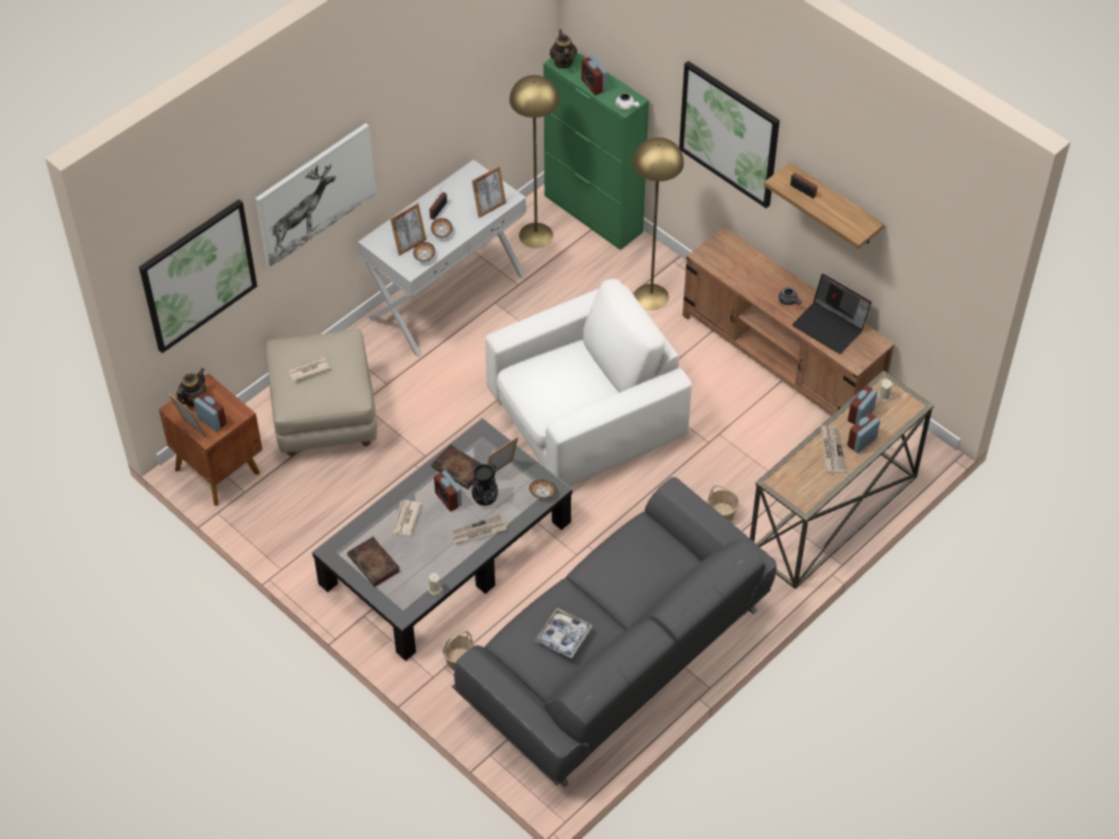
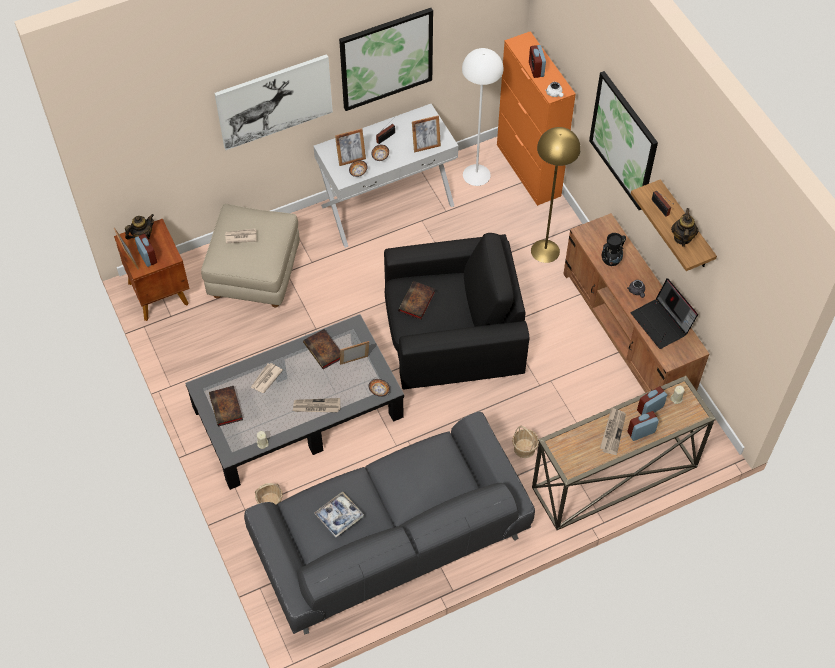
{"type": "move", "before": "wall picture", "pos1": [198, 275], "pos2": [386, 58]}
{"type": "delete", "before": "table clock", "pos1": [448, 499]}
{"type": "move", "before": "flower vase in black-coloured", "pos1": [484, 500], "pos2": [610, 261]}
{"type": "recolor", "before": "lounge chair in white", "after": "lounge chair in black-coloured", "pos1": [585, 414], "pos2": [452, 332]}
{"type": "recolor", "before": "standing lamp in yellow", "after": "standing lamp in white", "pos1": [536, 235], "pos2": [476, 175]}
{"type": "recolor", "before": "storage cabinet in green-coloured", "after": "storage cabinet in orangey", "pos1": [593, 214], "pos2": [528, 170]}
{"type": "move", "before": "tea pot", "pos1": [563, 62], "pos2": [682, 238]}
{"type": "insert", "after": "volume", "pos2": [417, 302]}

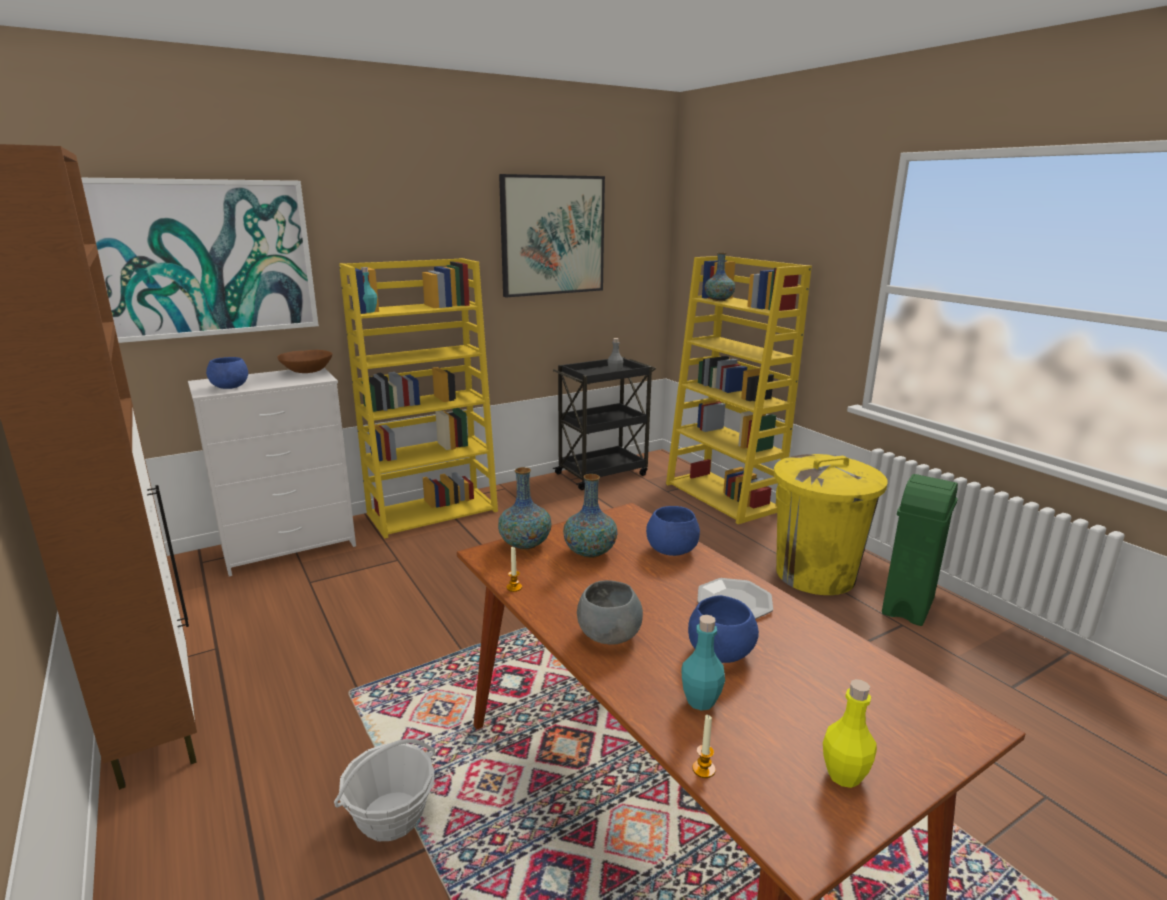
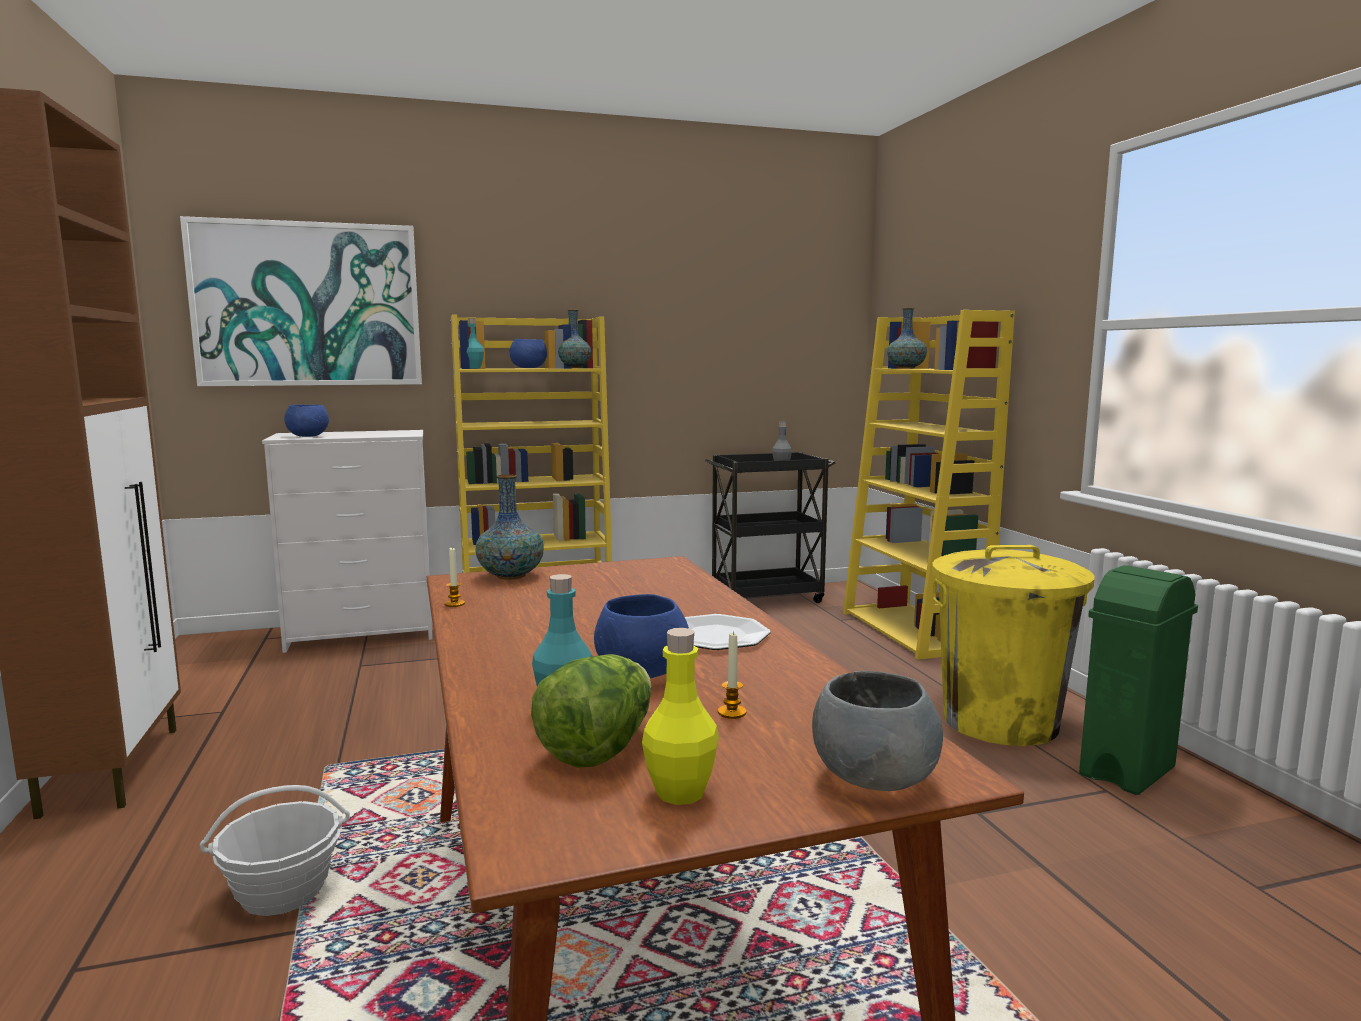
{"type": "delete", "before": "deep dish in brown", "pos1": [307, 371]}
{"type": "delete", "before": "wall picture", "pos1": [552, 235]}
{"type": "move", "before": "flower vase", "pos1": [590, 552], "pos2": [573, 368]}
{"type": "move", "before": "deep dish in gray", "pos1": [608, 635], "pos2": [873, 778]}
{"type": "move", "before": "deep dish in blue", "pos1": [672, 551], "pos2": [529, 368]}
{"type": "move", "before": "wax candle", "pos1": [703, 769], "pos2": [732, 712]}
{"type": "insert", "after": "head of lettuce", "pos2": [599, 748]}

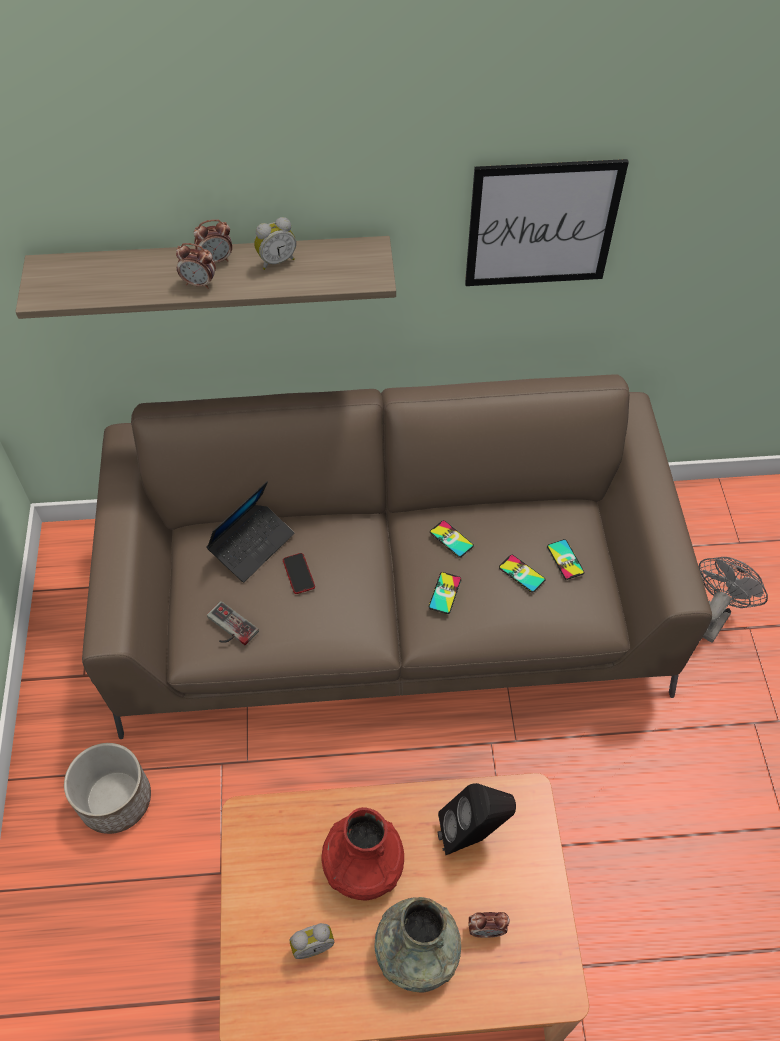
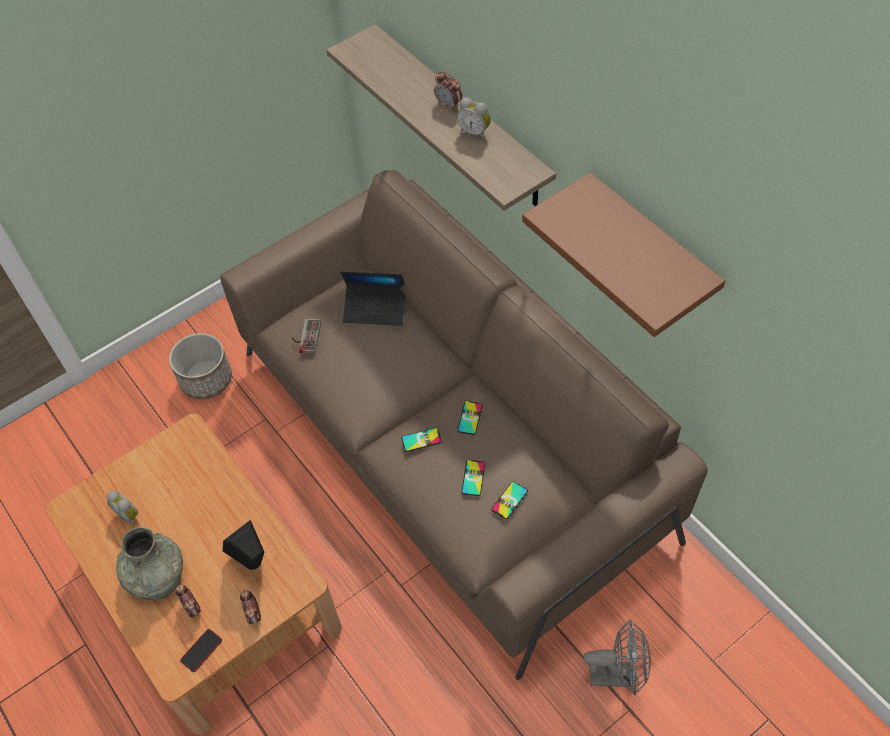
{"type": "move", "before": "table clock", "pos1": [199, 283], "pos2": [254, 614]}
{"type": "move", "before": "telephone", "pos1": [298, 574], "pos2": [201, 650]}
{"type": "delete", "before": "flower vase in red-coloured", "pos1": [363, 866]}
{"type": "replace", "before": "wall picture", "after": "shelf in brown", "pos1": [541, 224], "pos2": [650, 248]}

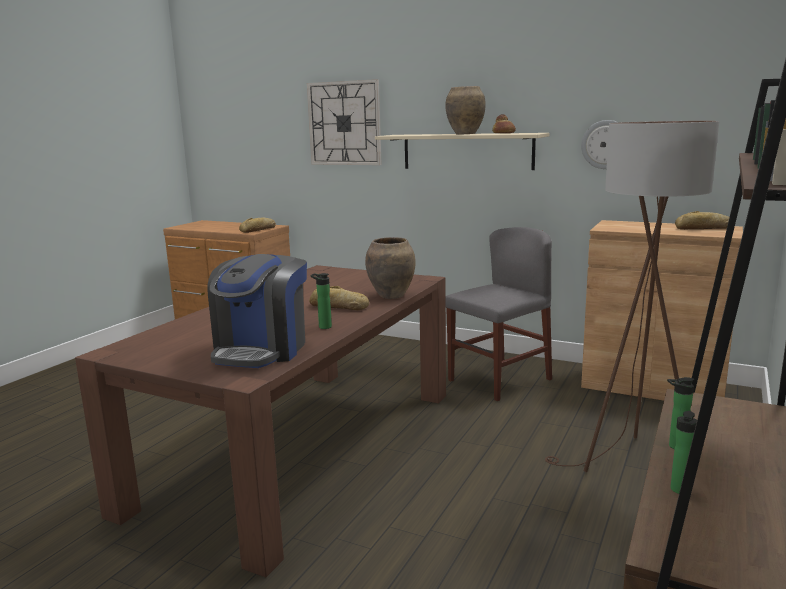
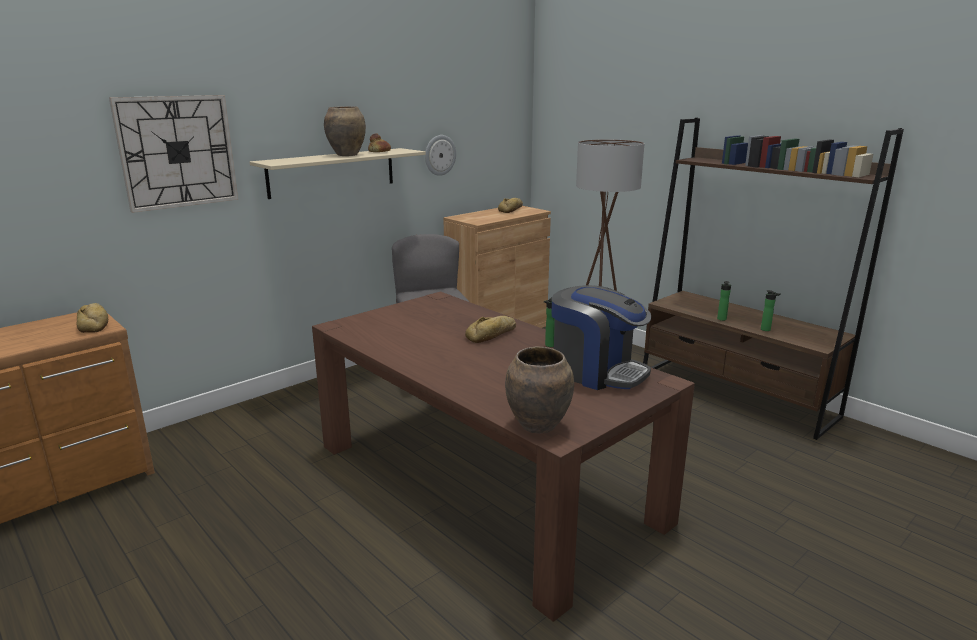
{"type": "move", "before": "flower vase in brown", "pos1": [392, 295], "pos2": [538, 425]}

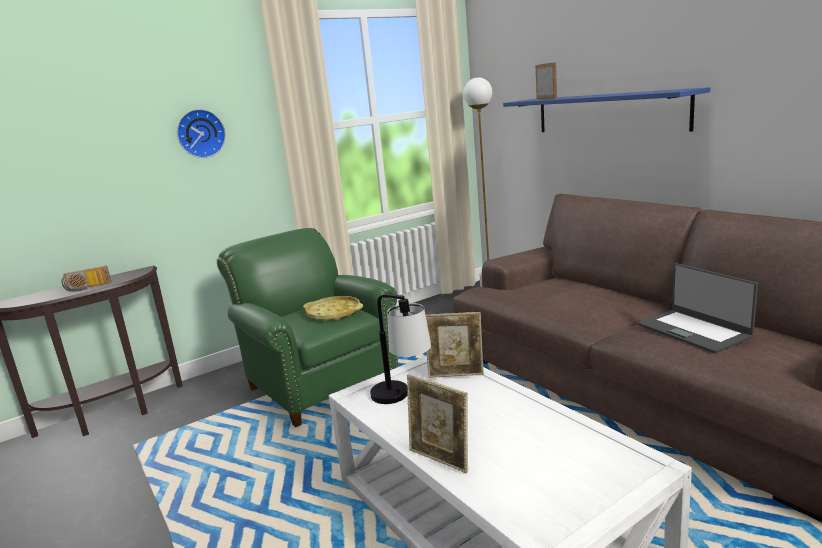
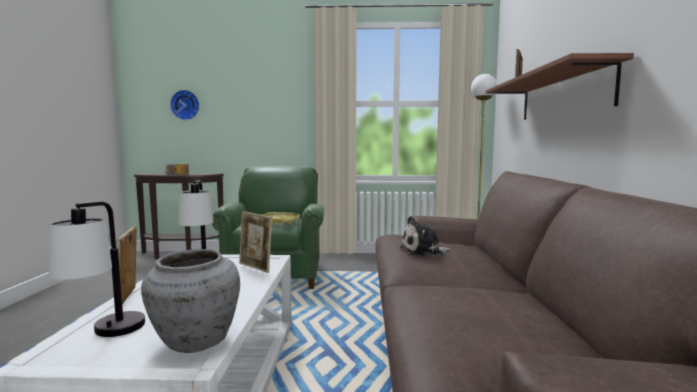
{"type": "move", "before": "hanging clock", "pos1": [200, 133], "pos2": [185, 105]}
{"type": "recolor", "before": "shelf in blue", "after": "shelf in brown", "pos1": [608, 113], "pos2": [562, 95]}
{"type": "delete", "before": "portable computer", "pos1": [694, 331]}
{"type": "insert", "after": "lamp for a table", "pos2": [106, 337]}
{"type": "insert", "after": "flower vase in gray", "pos2": [194, 341]}
{"type": "insert", "after": "plush toy", "pos2": [424, 251]}

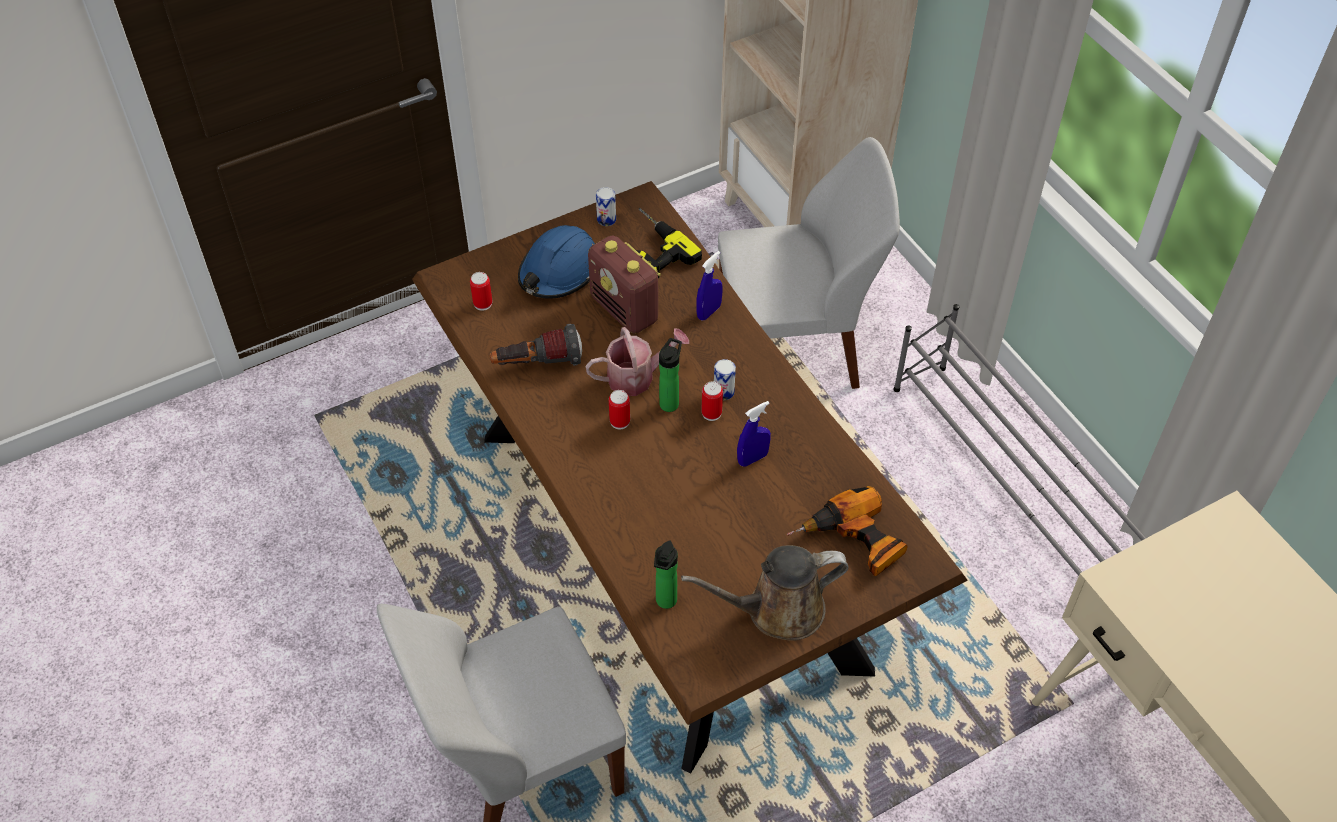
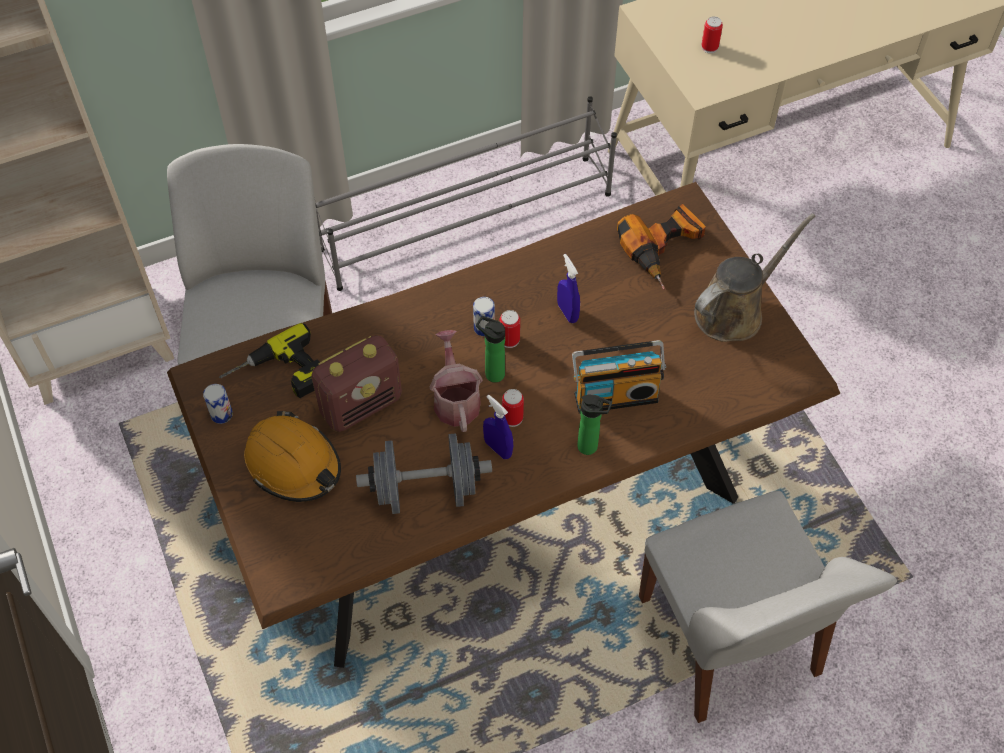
{"type": "move", "before": "sealed can", "pos1": [483, 303], "pos2": [709, 47]}
{"type": "replace", "before": "torch", "after": "free weight in gray", "pos1": [537, 364], "pos2": [426, 490]}
{"type": "recolor", "before": "safety helmet in blue", "after": "safety helmet in orangey", "pos1": [559, 272], "pos2": [294, 464]}
{"type": "move", "before": "beverage bottle", "pos1": [665, 602], "pos2": [590, 447]}
{"type": "rotate", "before": "watering can in brown", "pos1": [777, 610], "pos2": [734, 311], "turn": -120}
{"type": "move", "before": "spray bottle in blue", "pos1": [709, 312], "pos2": [498, 448]}
{"type": "insert", "after": "radio set", "pos2": [615, 394]}

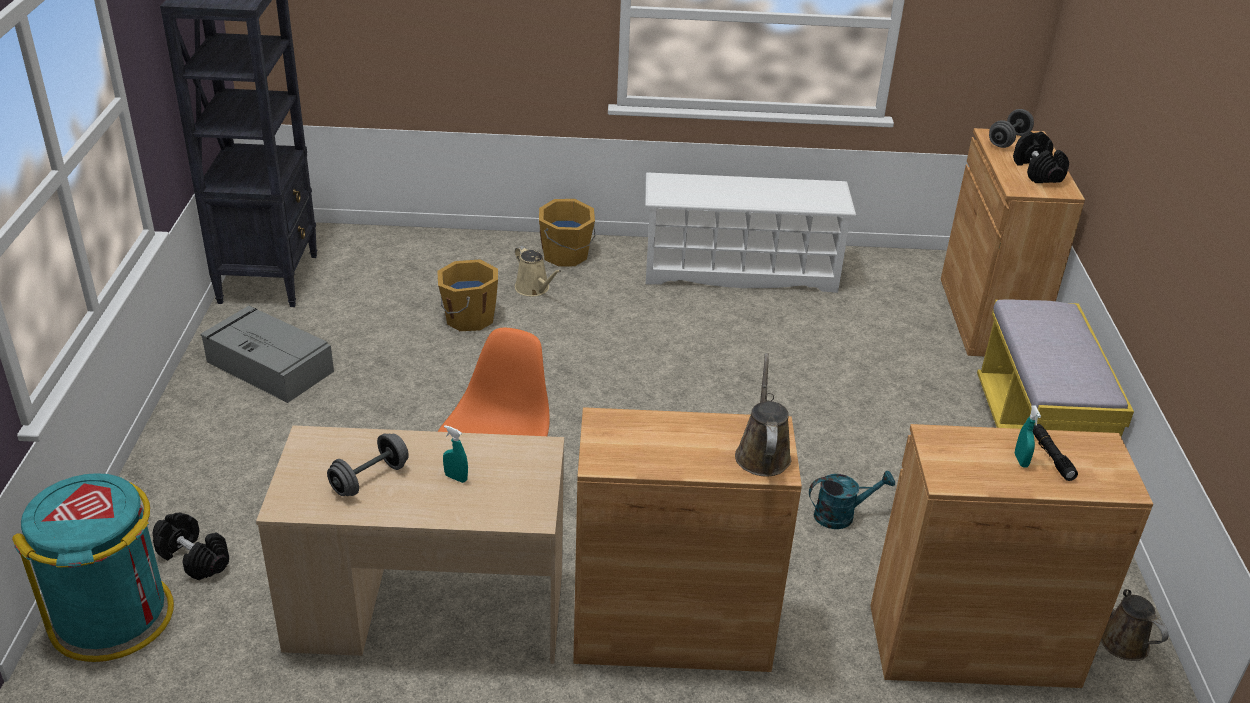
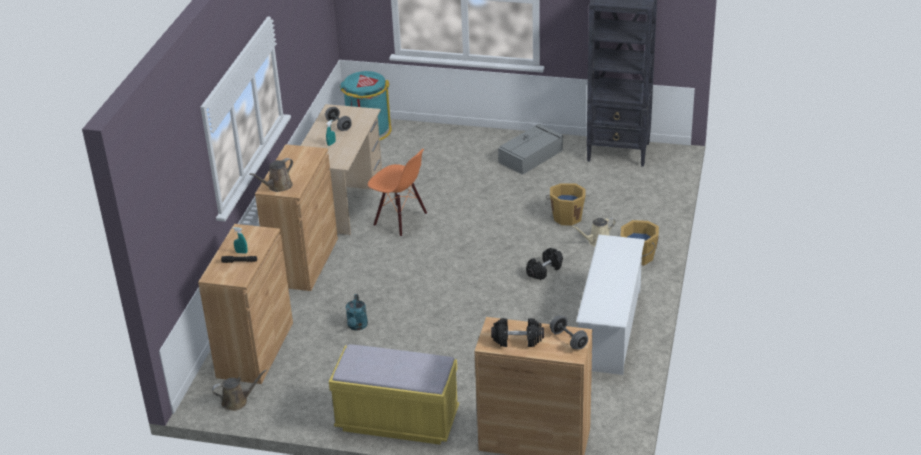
{"type": "move", "before": "free weight in black-coloured", "pos1": [194, 558], "pos2": [544, 271]}
{"type": "rotate", "before": "watering can in brown", "pos1": [762, 453], "pos2": [278, 186], "turn": 120}

